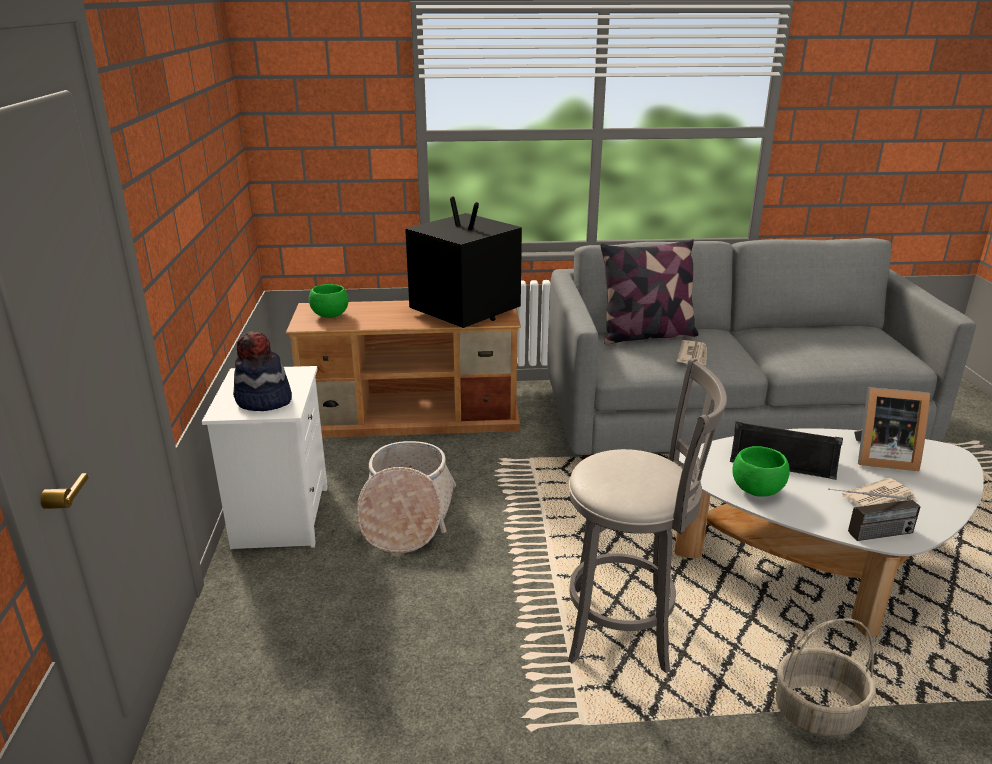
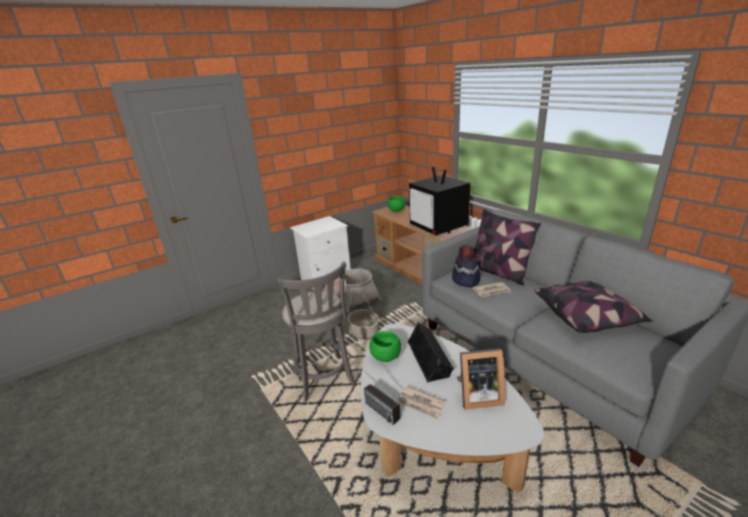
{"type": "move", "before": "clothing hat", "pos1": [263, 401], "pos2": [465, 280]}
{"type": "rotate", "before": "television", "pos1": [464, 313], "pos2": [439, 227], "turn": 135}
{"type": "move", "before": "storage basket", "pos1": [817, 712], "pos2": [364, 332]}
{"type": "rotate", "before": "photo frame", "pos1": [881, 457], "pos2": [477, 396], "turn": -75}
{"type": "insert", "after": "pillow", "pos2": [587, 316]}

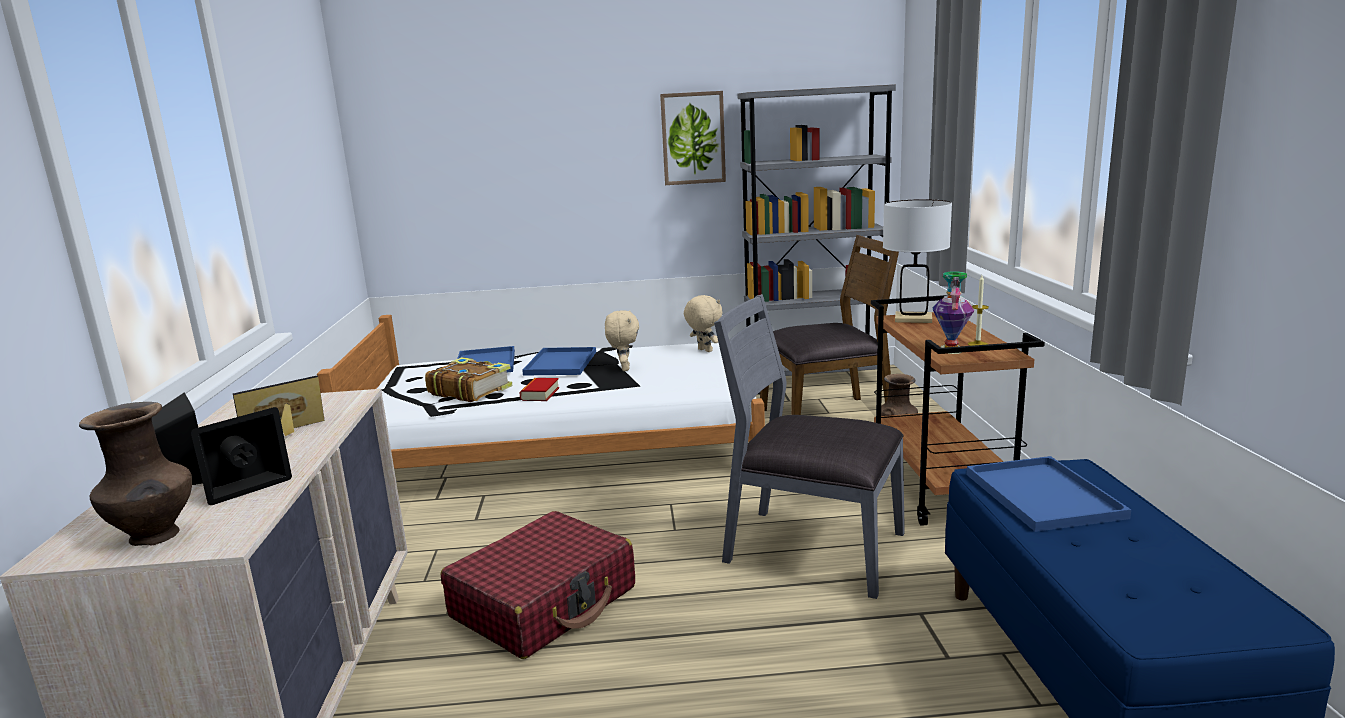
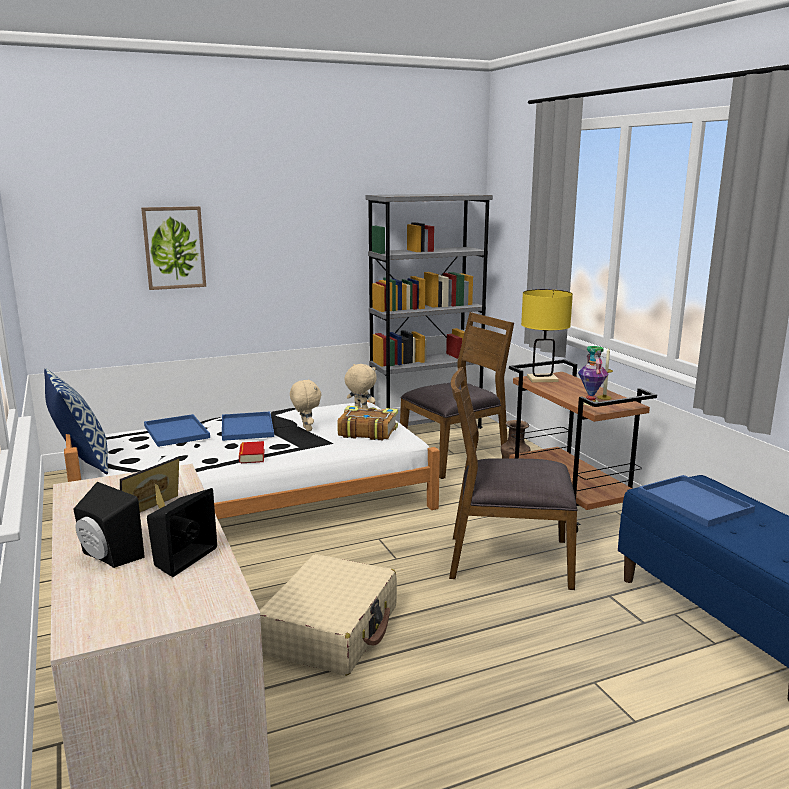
{"type": "delete", "before": "flower vase in brown", "pos1": [156, 537]}
{"type": "move", "before": "volume", "pos1": [470, 390], "pos2": [367, 431]}
{"type": "recolor", "before": "suitcase in red-coloured", "after": "suitcase in beige-coloured", "pos1": [544, 602], "pos2": [331, 630]}
{"type": "move", "before": "wall picture", "pos1": [693, 138], "pos2": [174, 247]}
{"type": "recolor", "before": "plain chair in gray", "after": "plain chair in brown", "pos1": [812, 548], "pos2": [508, 560]}
{"type": "recolor", "before": "lamp for a table in white", "after": "lamp for a table in yellow", "pos1": [913, 319], "pos2": [542, 379]}
{"type": "insert", "after": "pillow", "pos2": [81, 461]}

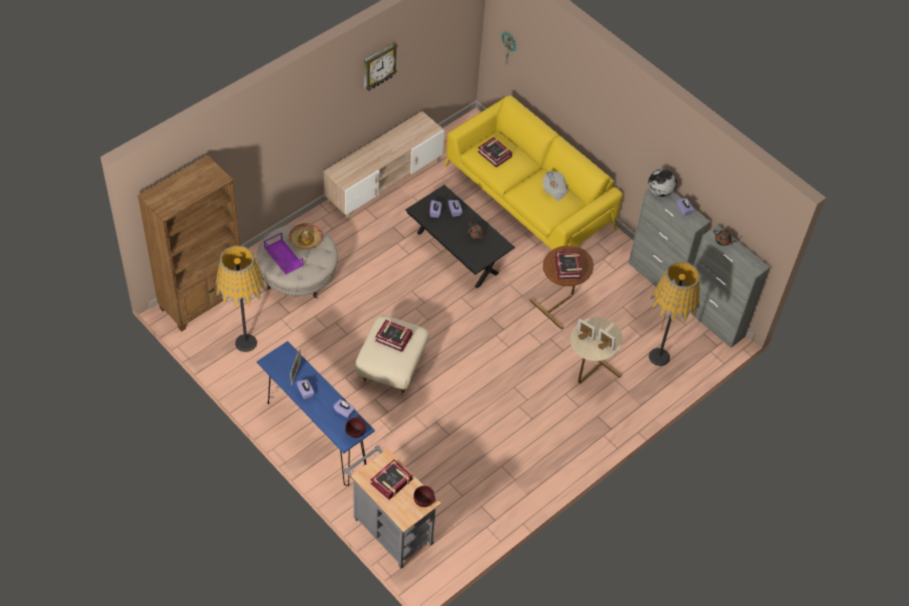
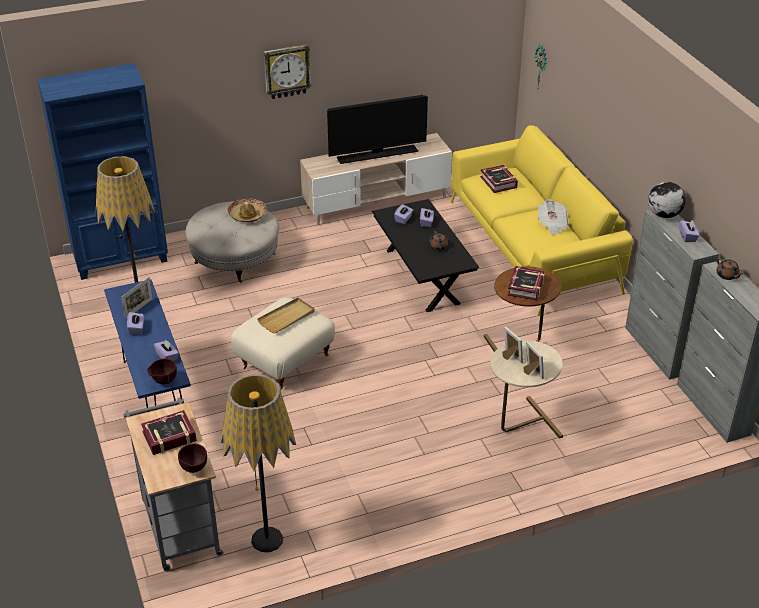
{"type": "recolor", "before": "shelving unit in brown", "after": "shelving unit in blue", "pos1": [202, 300], "pos2": [121, 259]}
{"type": "delete", "before": "serving tray in purple-coloured", "pos1": [283, 256]}
{"type": "move", "before": "hanging clock", "pos1": [378, 66], "pos2": [287, 71]}
{"type": "replace", "before": "volume", "after": "serving tray in beige-coloured", "pos1": [394, 337], "pos2": [287, 317]}
{"type": "move", "before": "standing lamp", "pos1": [659, 357], "pos2": [267, 539]}
{"type": "insert", "after": "television", "pos2": [377, 154]}

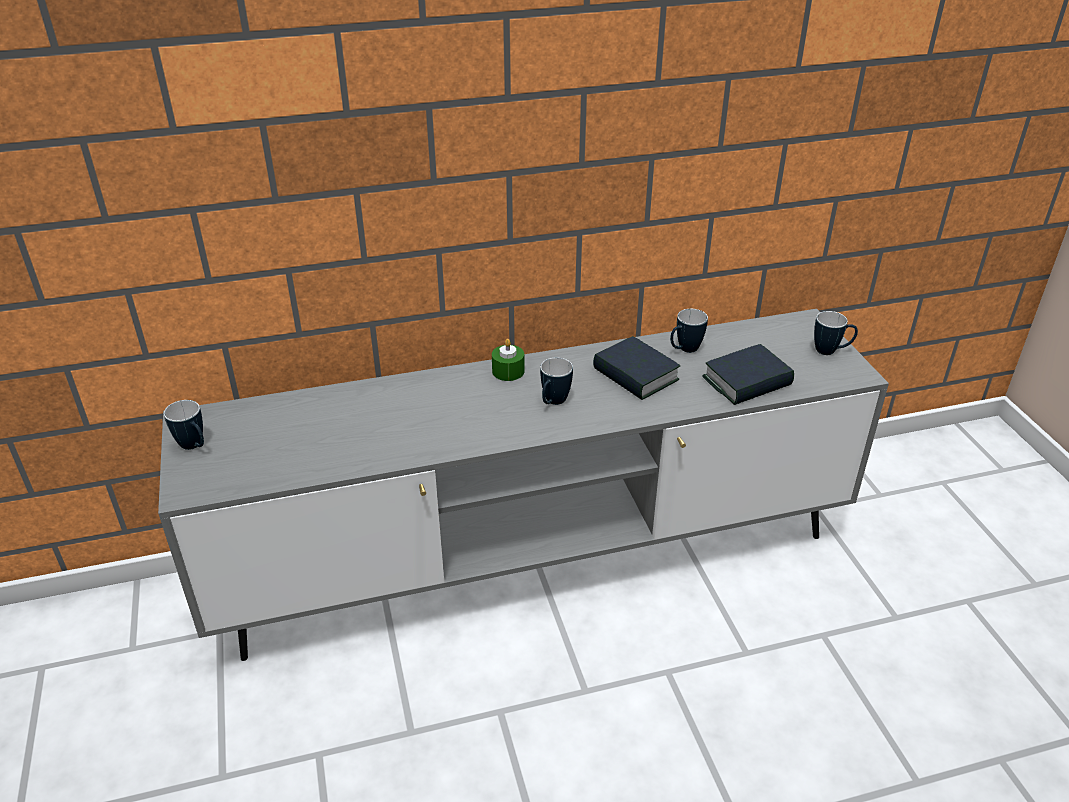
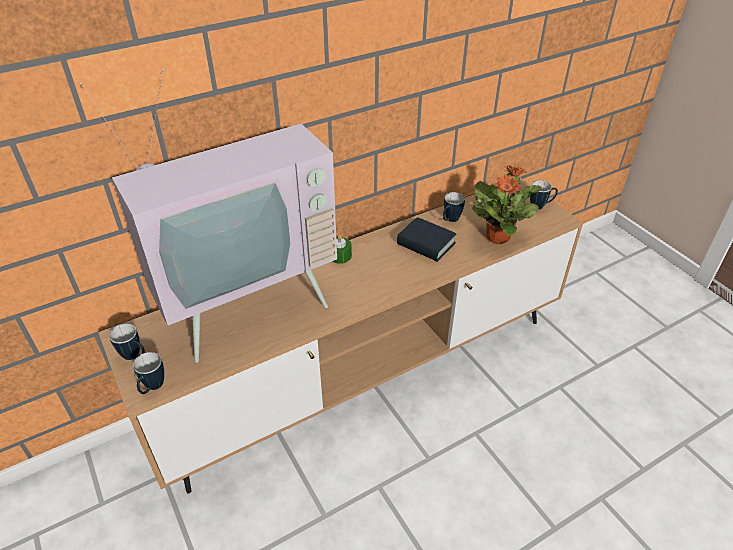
{"type": "recolor", "before": "tv unit in gray", "after": "tv unit in brown", "pos1": [533, 561], "pos2": [365, 375]}
{"type": "move", "before": "coffee mug", "pos1": [553, 403], "pos2": [152, 388]}
{"type": "replace", "before": "volume", "after": "plant in a pot", "pos1": [747, 382], "pos2": [498, 237]}
{"type": "insert", "after": "television", "pos2": [247, 305]}

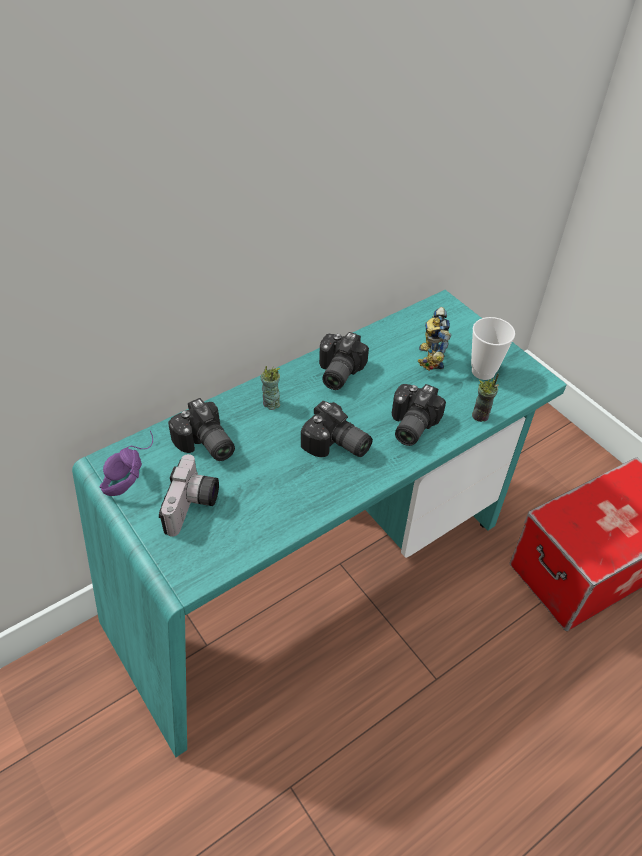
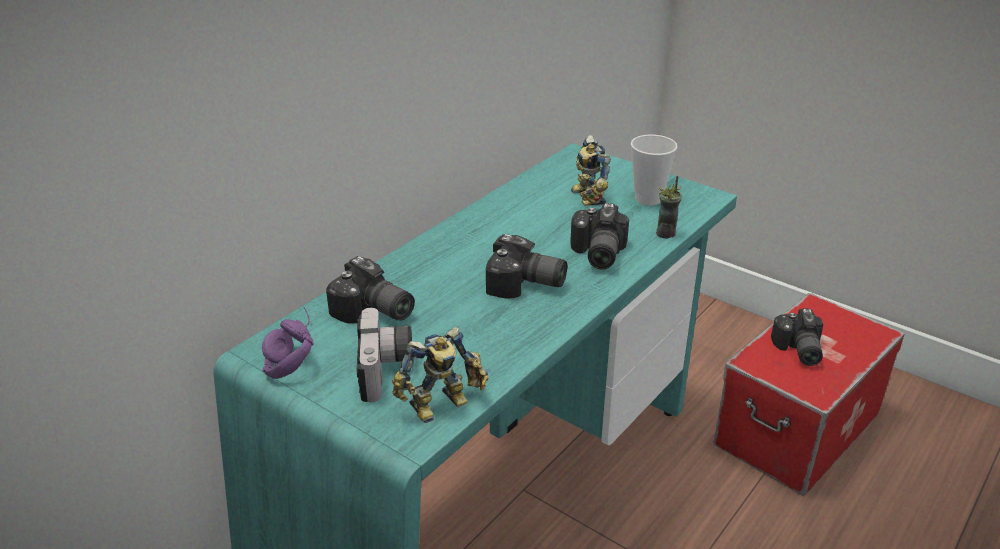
{"type": "delete", "before": "cup", "pos1": [271, 403]}
{"type": "move", "before": "still camera", "pos1": [336, 372], "pos2": [797, 351]}
{"type": "insert", "after": "robot figure", "pos2": [443, 406]}

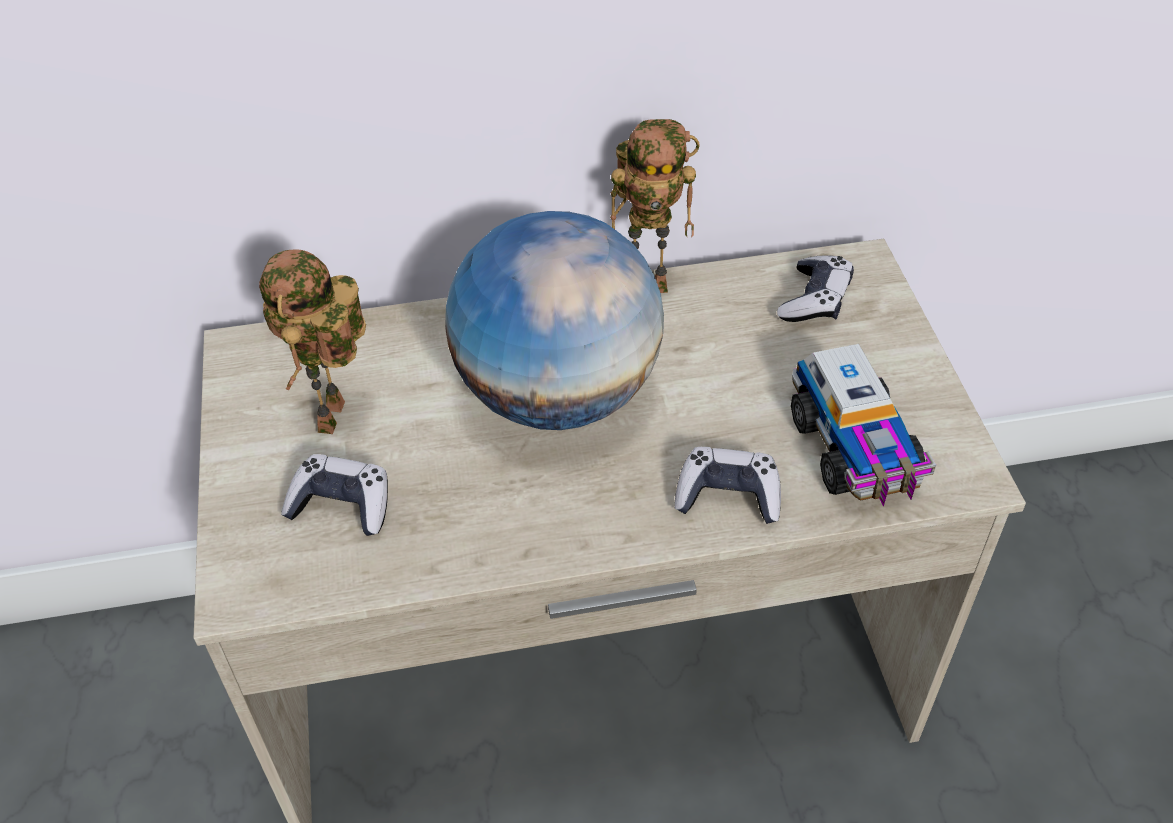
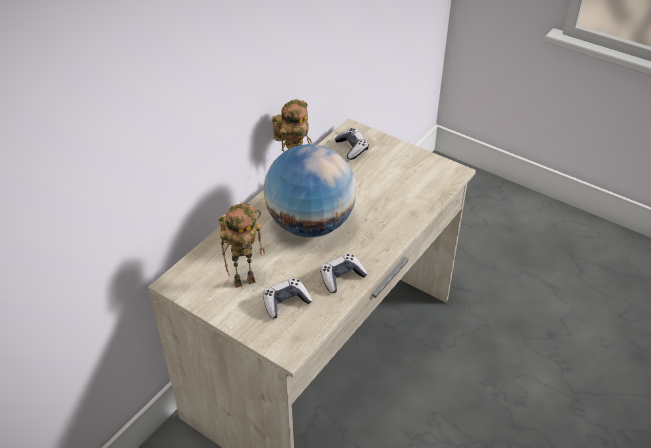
{"type": "rotate", "before": "robot figure", "pos1": [336, 420], "pos2": [245, 280], "turn": -75}
{"type": "move", "before": "game controller", "pos1": [728, 496], "pos2": [341, 277]}
{"type": "delete", "before": "model truck", "pos1": [854, 450]}

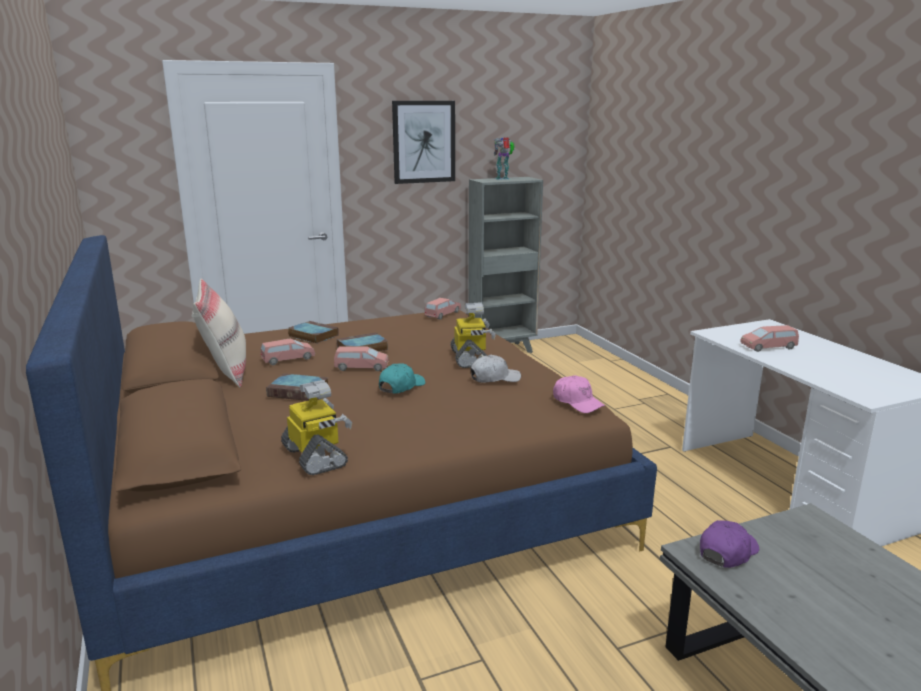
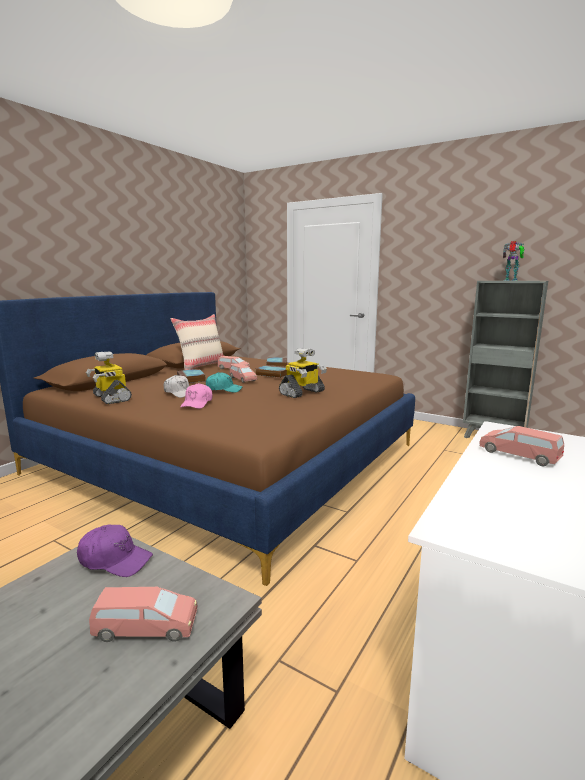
{"type": "rotate", "before": "robot figure", "pos1": [316, 457], "pos2": [111, 398], "turn": 120}
{"type": "delete", "before": "wall picture", "pos1": [424, 142]}
{"type": "move", "before": "miniature car in pinkish", "pos1": [442, 314], "pos2": [146, 627]}
{"type": "move", "before": "peaked cap in white", "pos1": [494, 378], "pos2": [180, 393]}
{"type": "move", "before": "peaked cap in pinkish", "pos1": [577, 402], "pos2": [197, 403]}

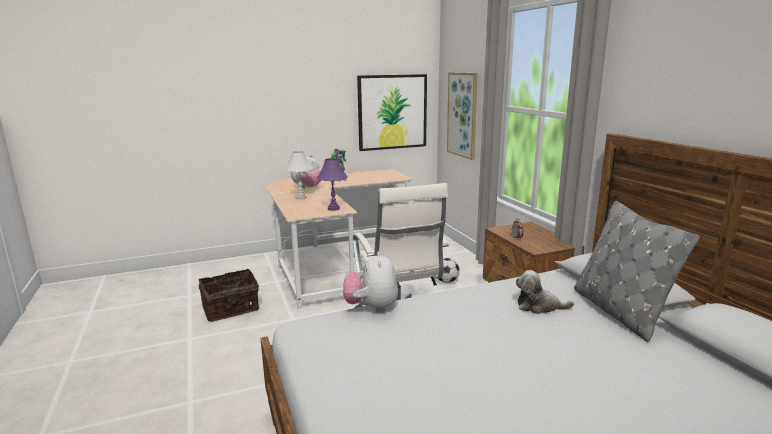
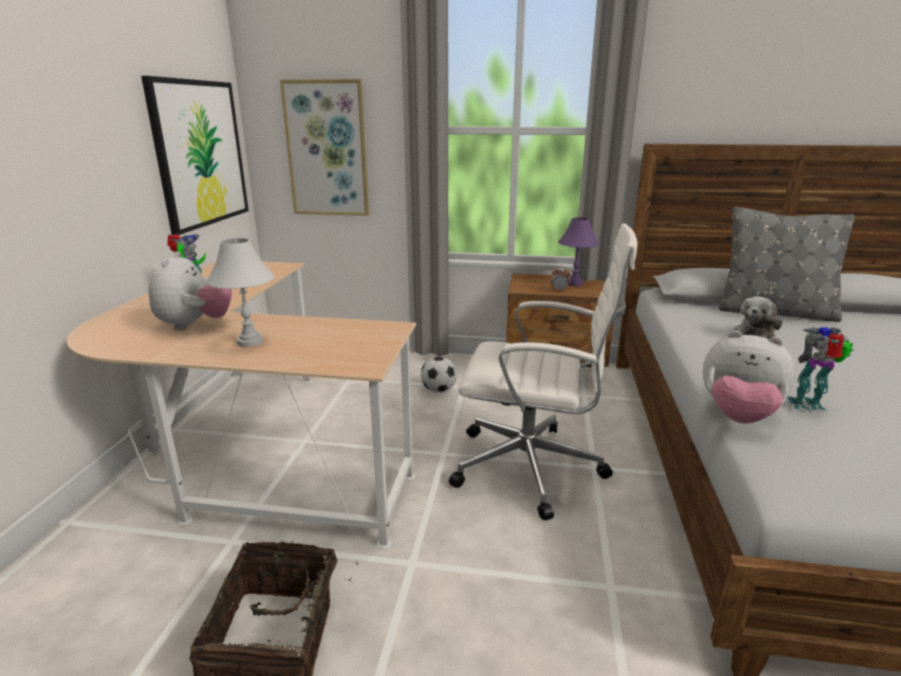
{"type": "move", "before": "lamp for a table in purple-coloured", "pos1": [333, 208], "pos2": [574, 284]}
{"type": "insert", "after": "robot figure", "pos2": [808, 405]}

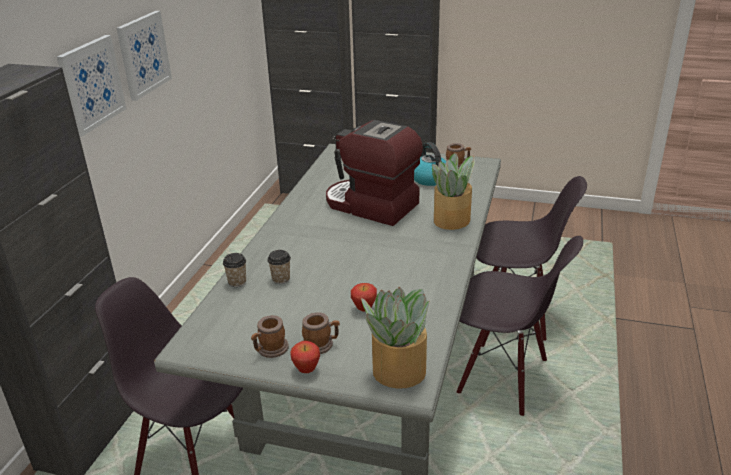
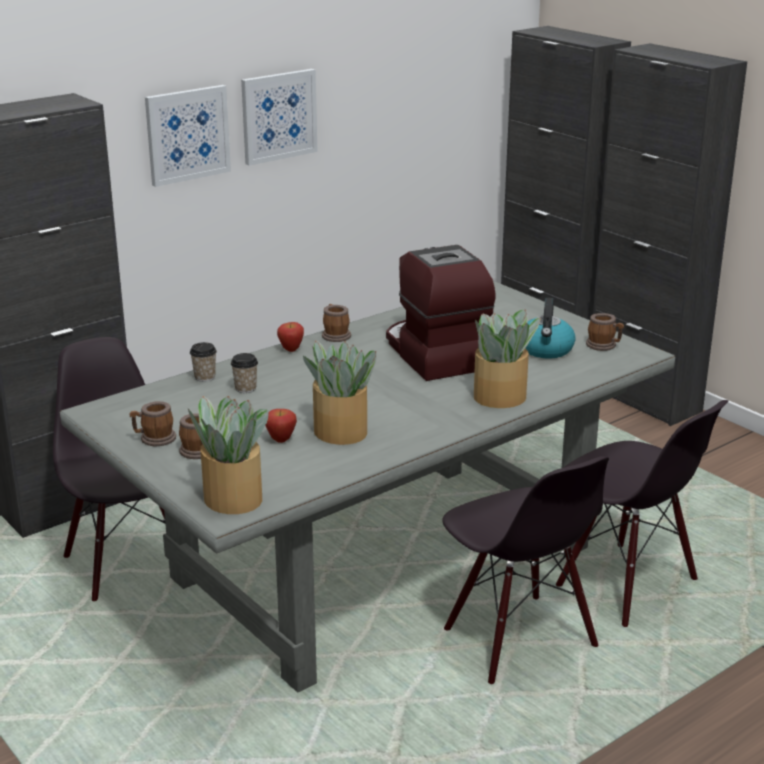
{"type": "move", "before": "apple fruit", "pos1": [306, 370], "pos2": [291, 350]}
{"type": "insert", "after": "plant in a pot", "pos2": [341, 432]}
{"type": "insert", "after": "coffee mug", "pos2": [335, 335]}

